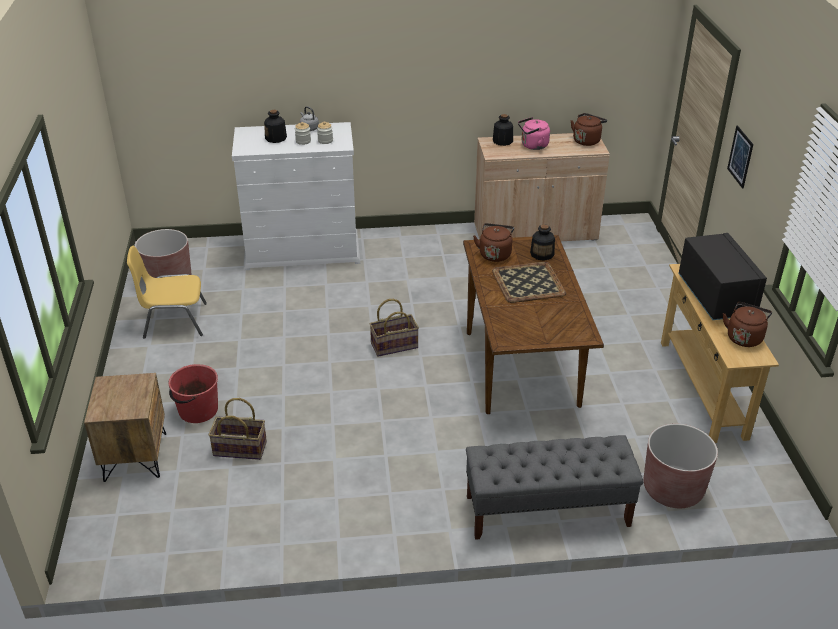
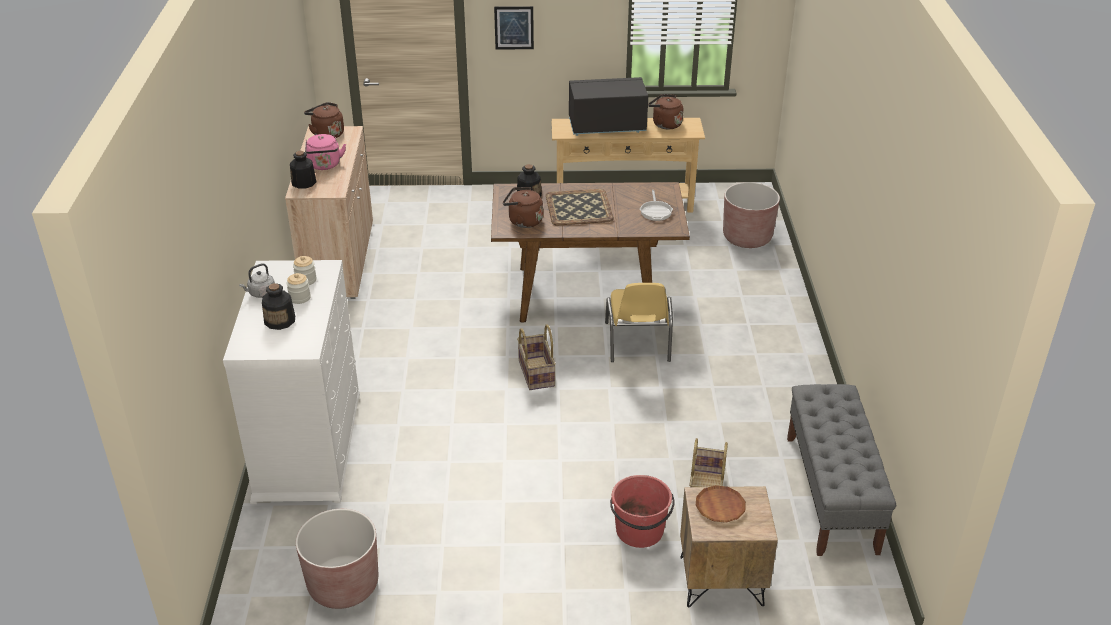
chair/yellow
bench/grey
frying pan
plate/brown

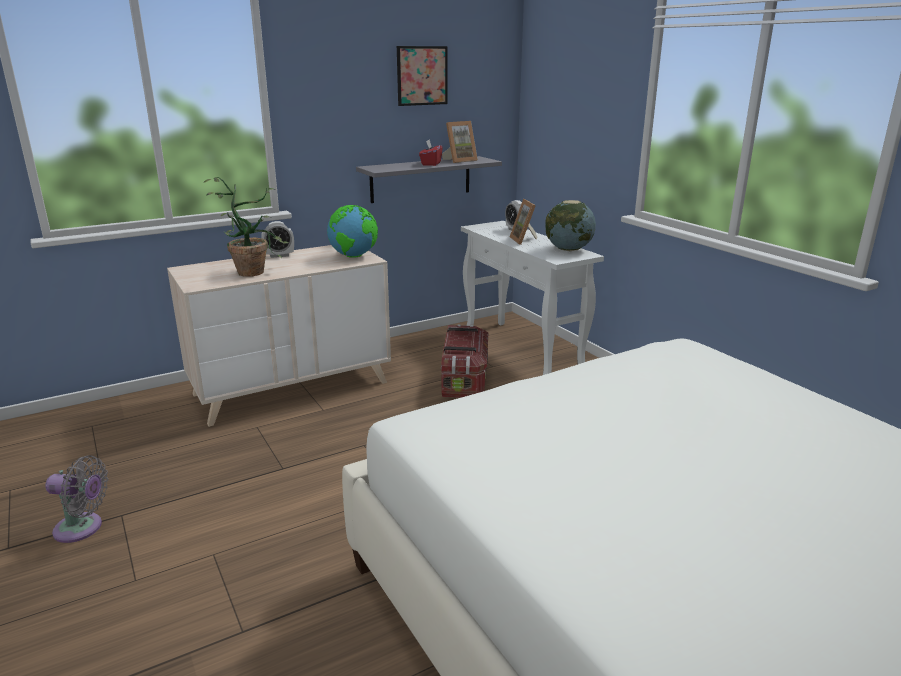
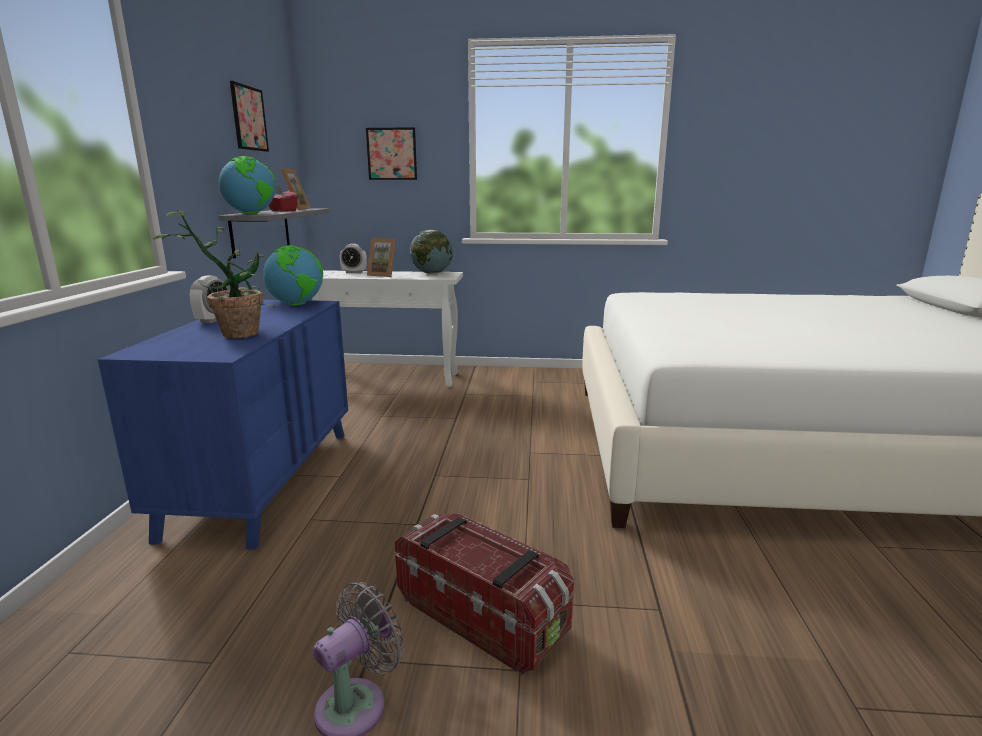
dresser/blue
storage box
globe (no. 1 from left)
picture (no. 2 from left)

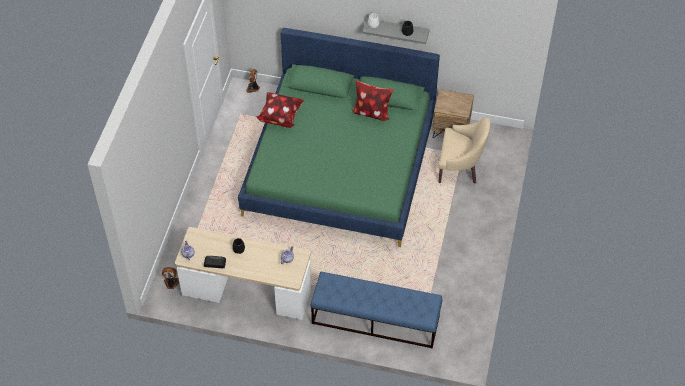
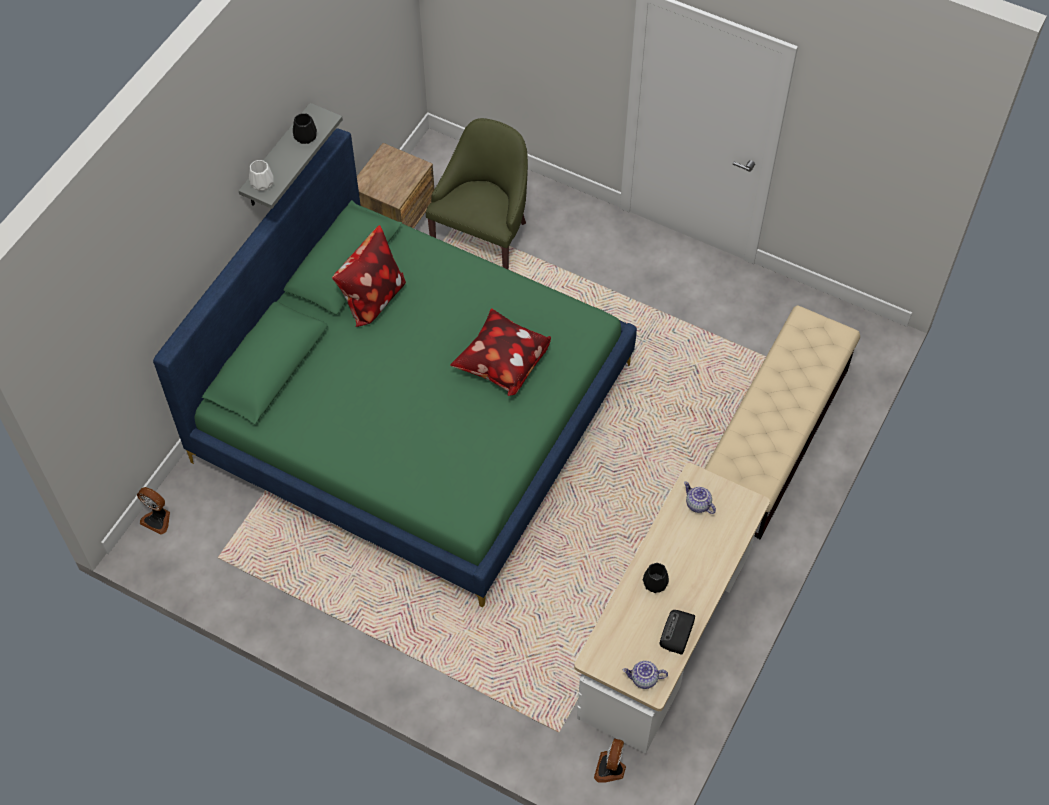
pillow (no. 2 from left)
bench/beige
armchair/green

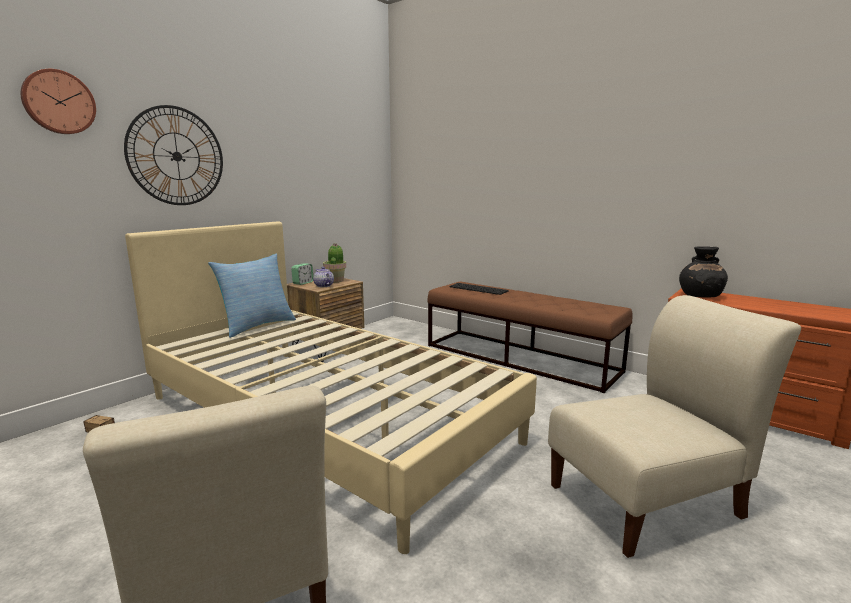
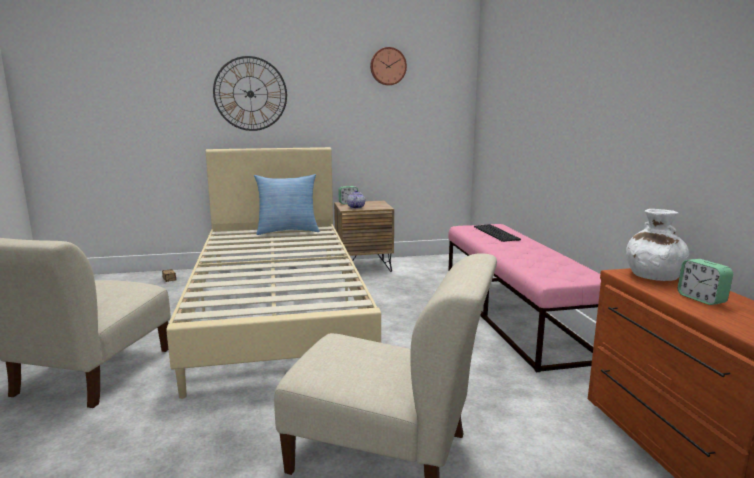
wall clock (no. 2 from left)
potted plant
bench/pink
vase/white
alarm clock (no. 2 from left)

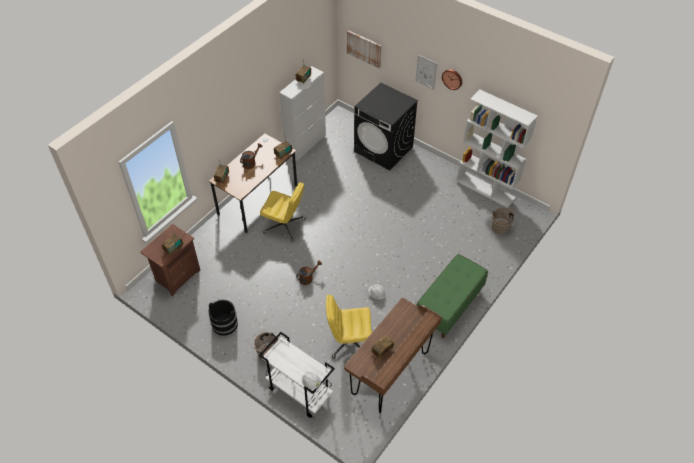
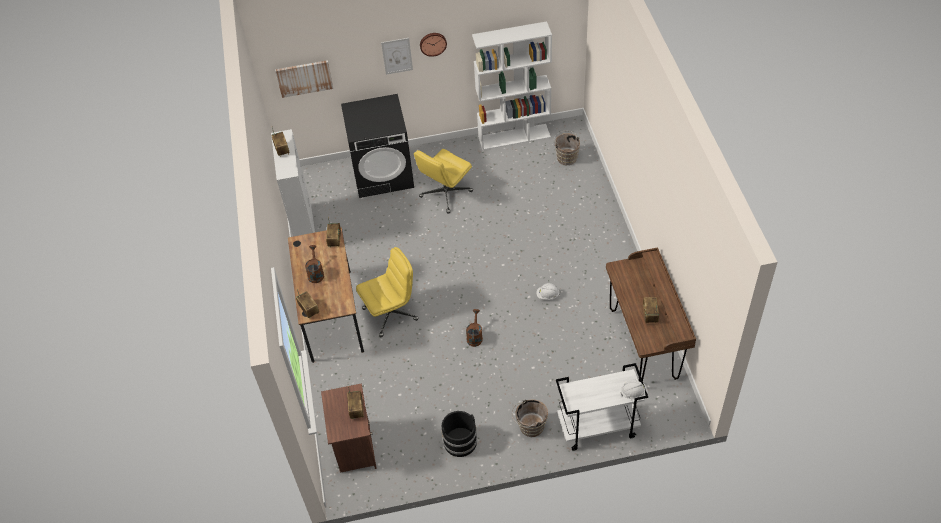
office chair/yellow (no. 2 from left)
bench/green

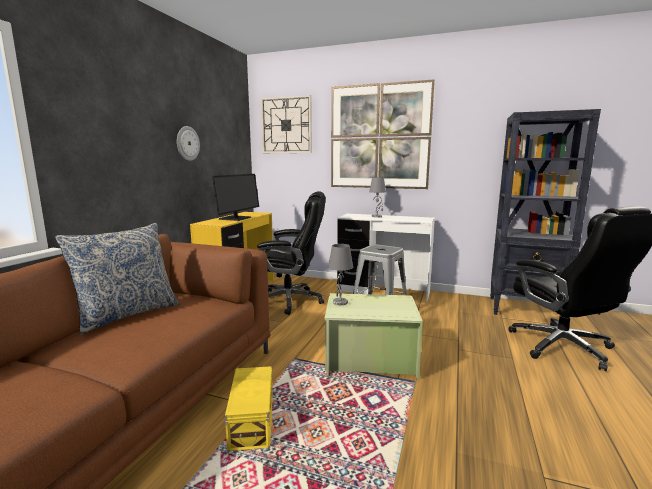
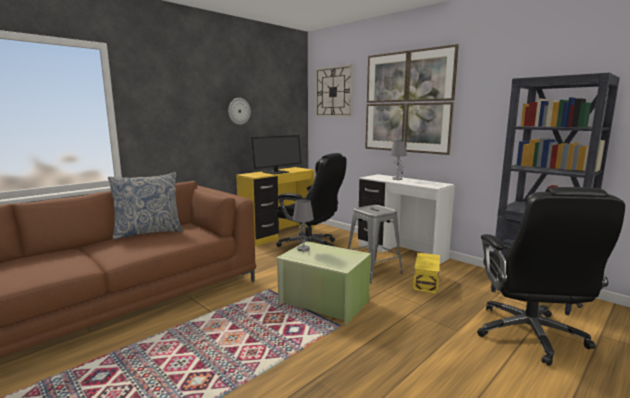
storage box/yellow

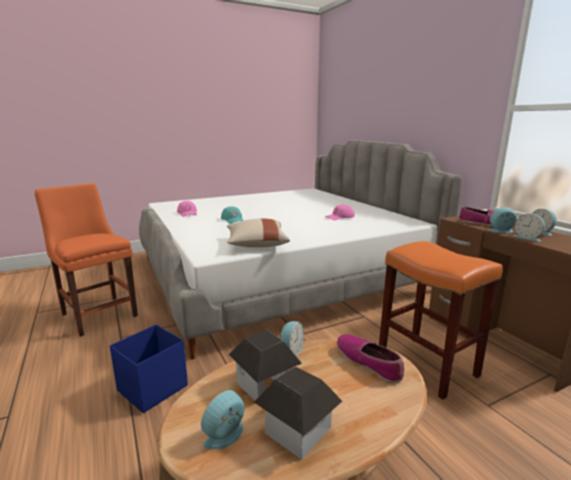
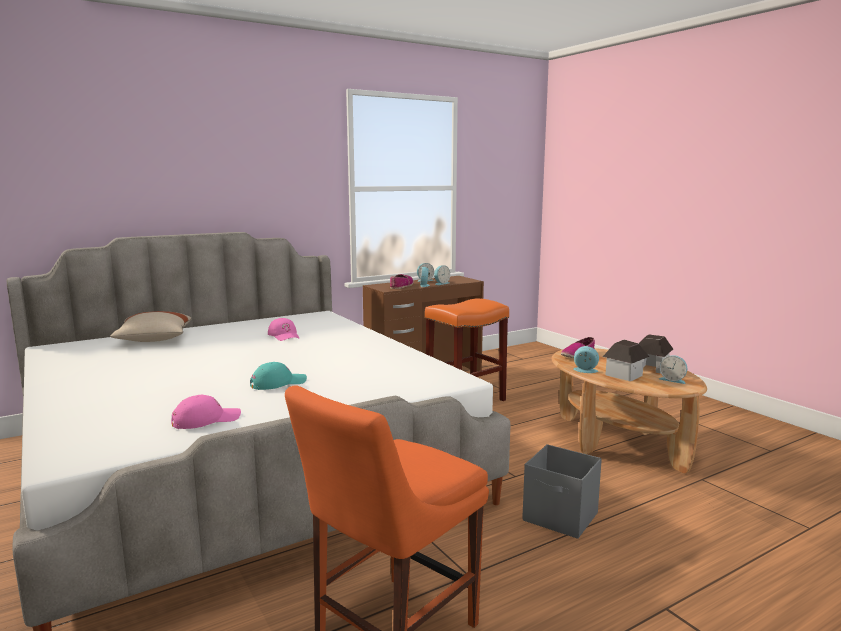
storage box/grey
pillow/beige

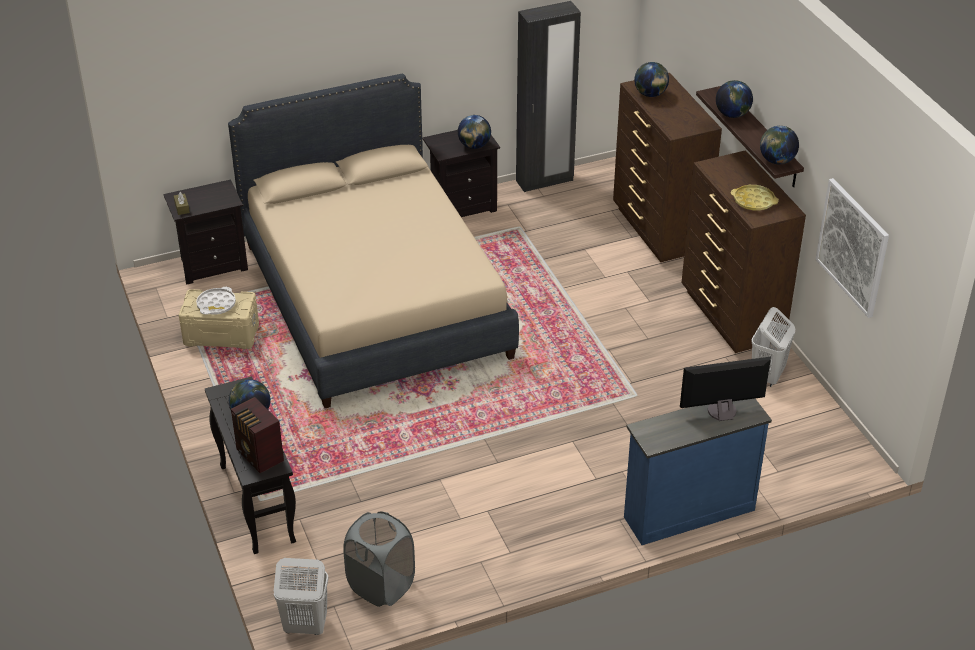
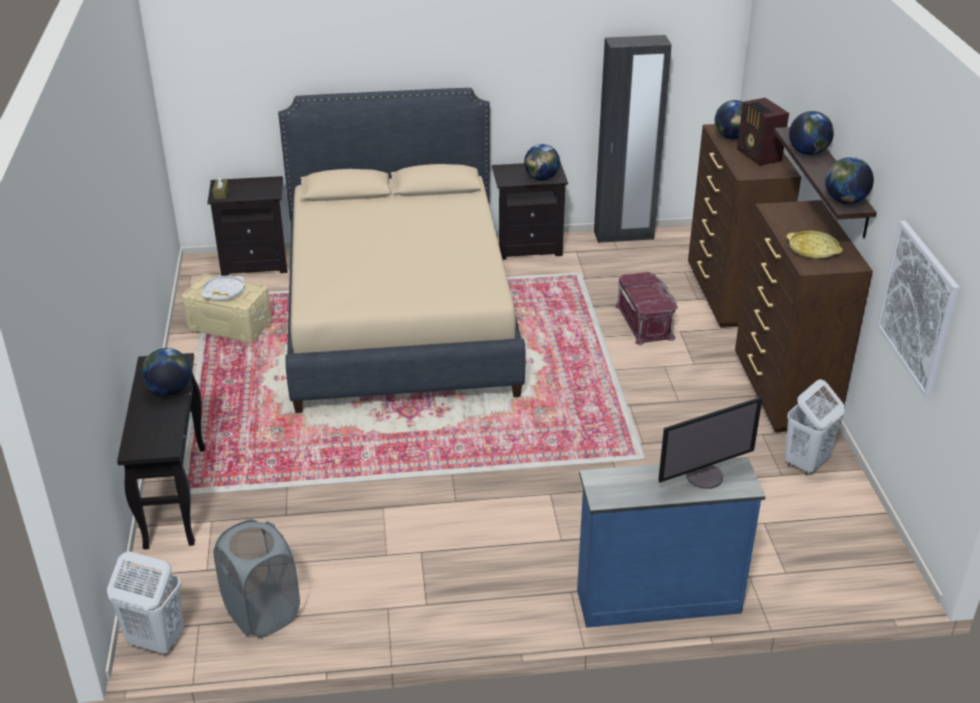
radio
monitor
storage box/red

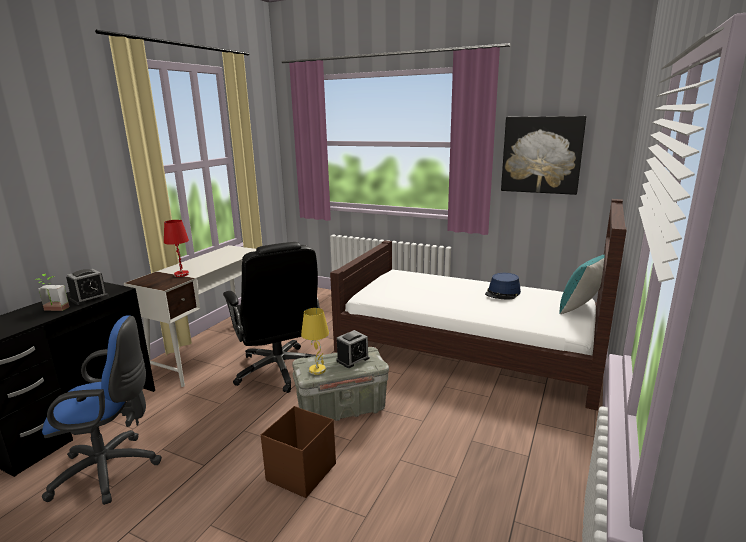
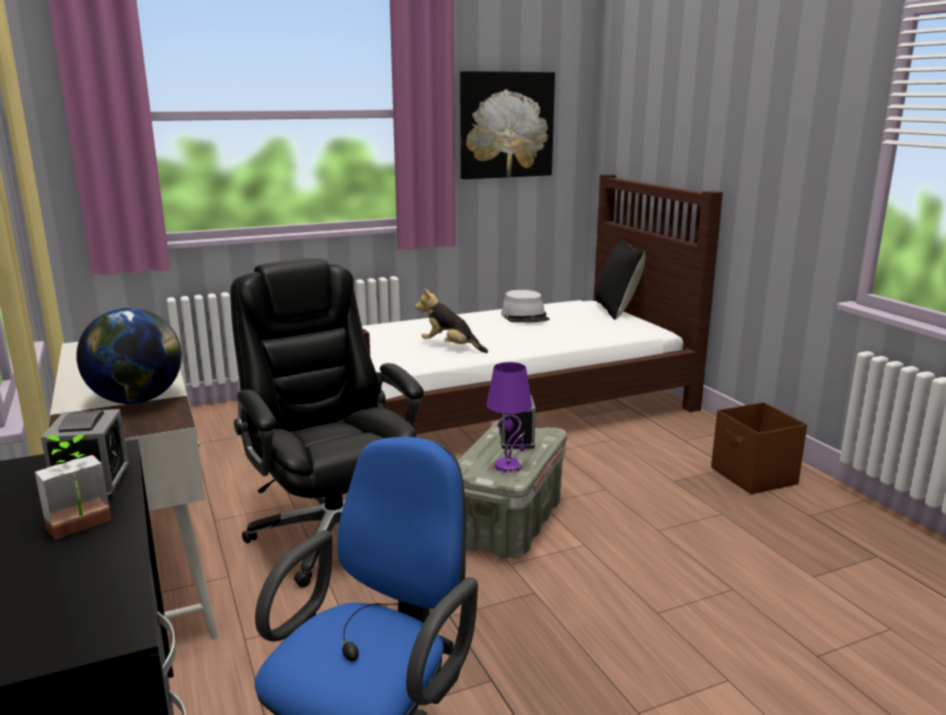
globe
office chair/black
storage box/brown
table lamp/purple
hat/grey
pillow/black
plush toy

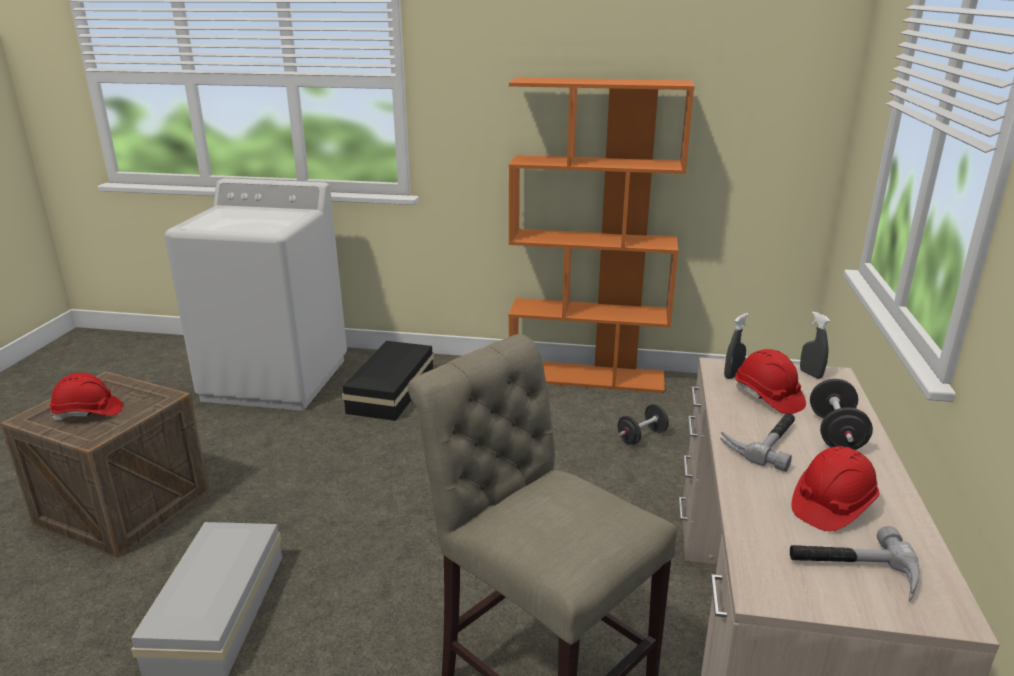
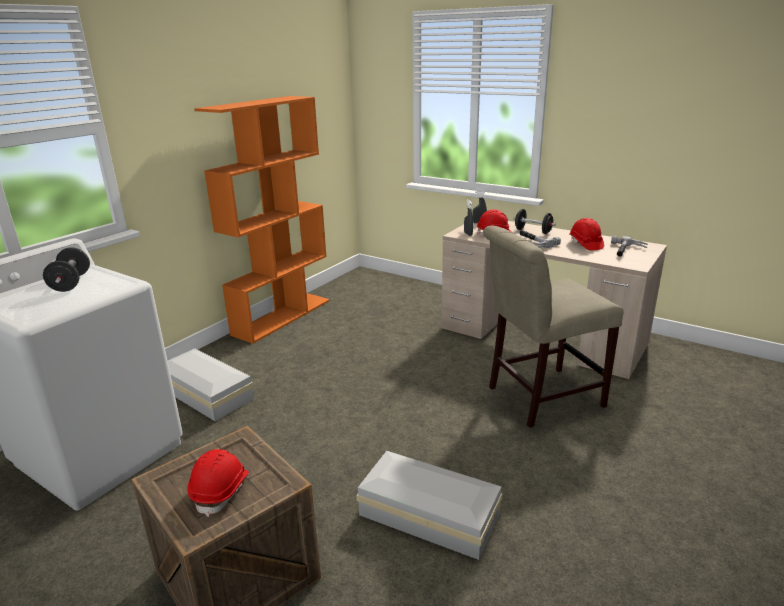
storage box/white (no. 1 from left)
dumbbell/black (no. 1 from left)

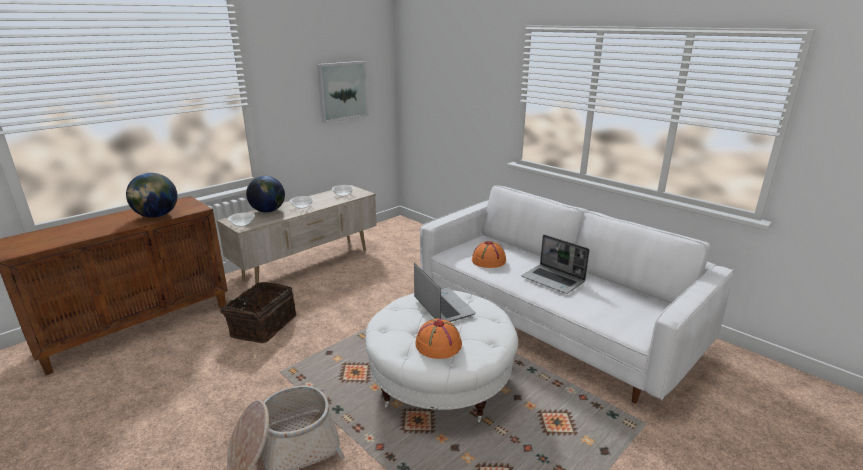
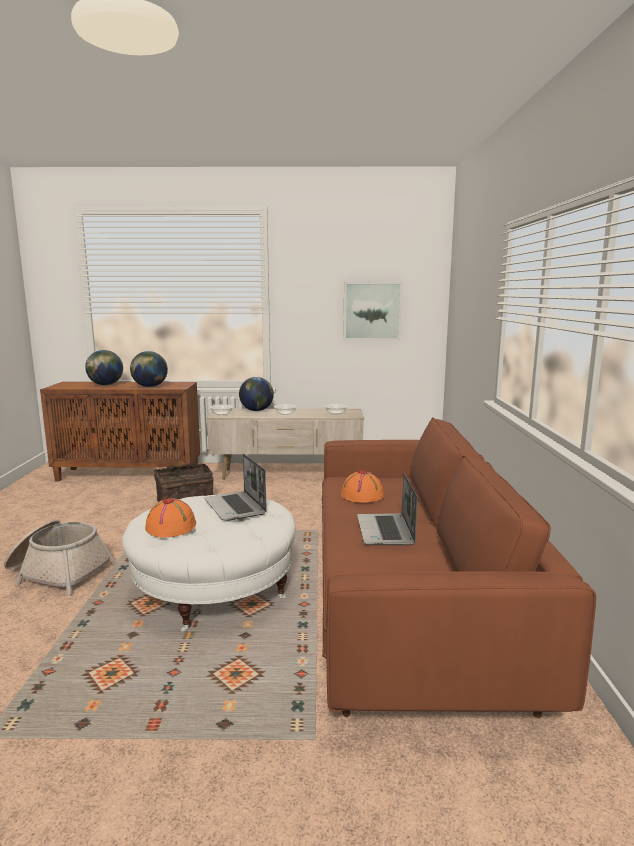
laptop (no. 1 from left)
sofa/brown
globe (no. 1 from left)

